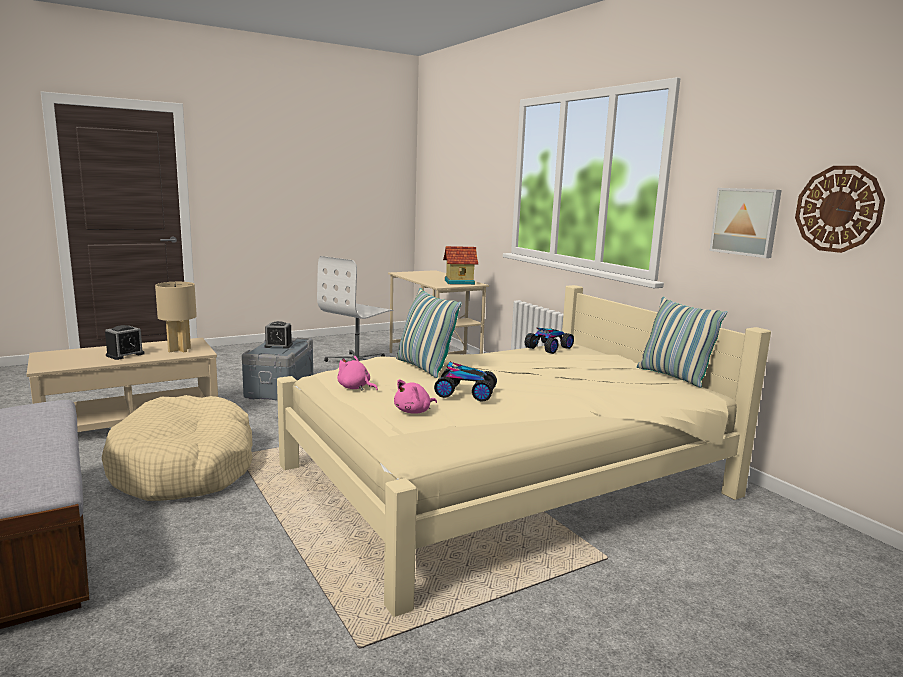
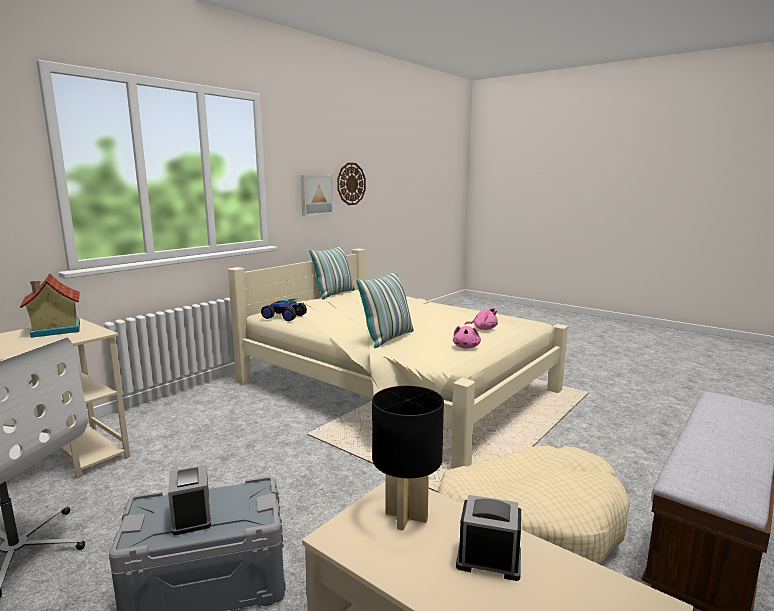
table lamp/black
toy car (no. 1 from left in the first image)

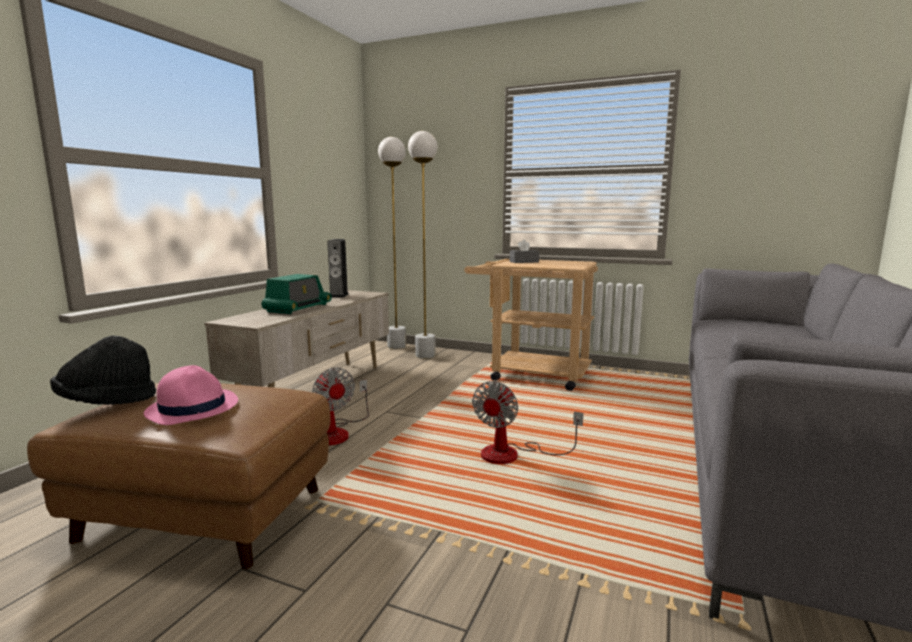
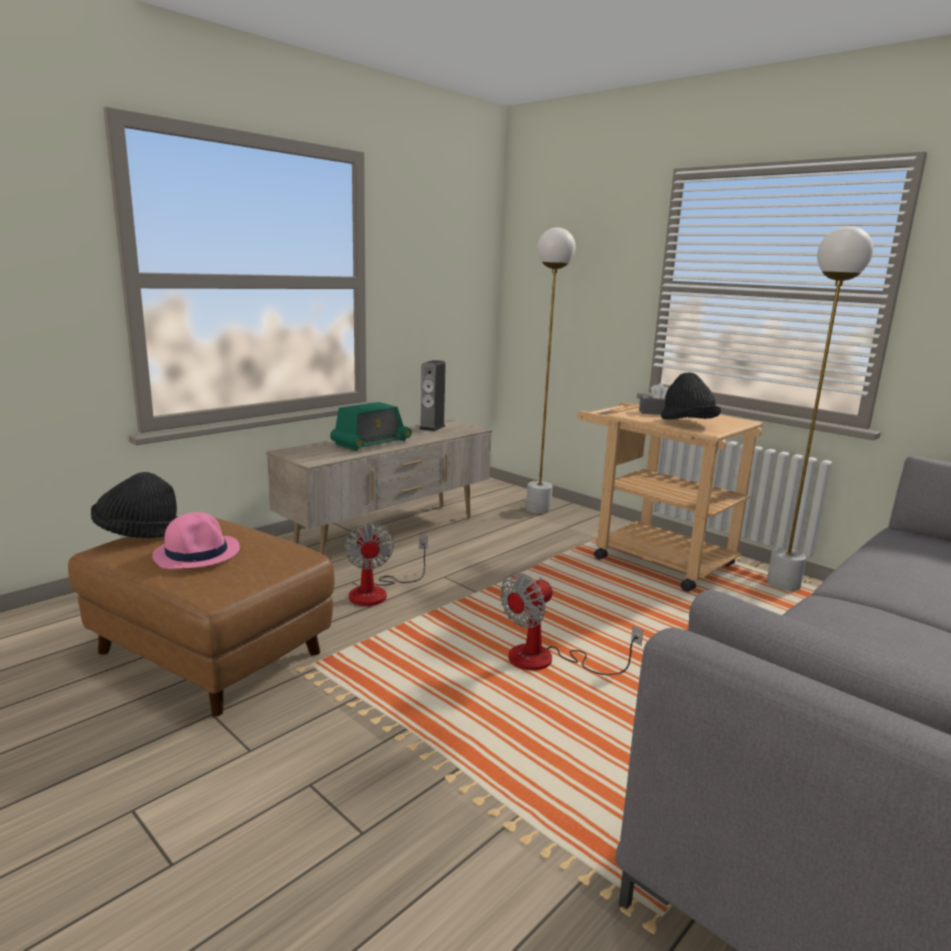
floor lamp/white (no. 2 from left)
hat/black (no. 2 from left)

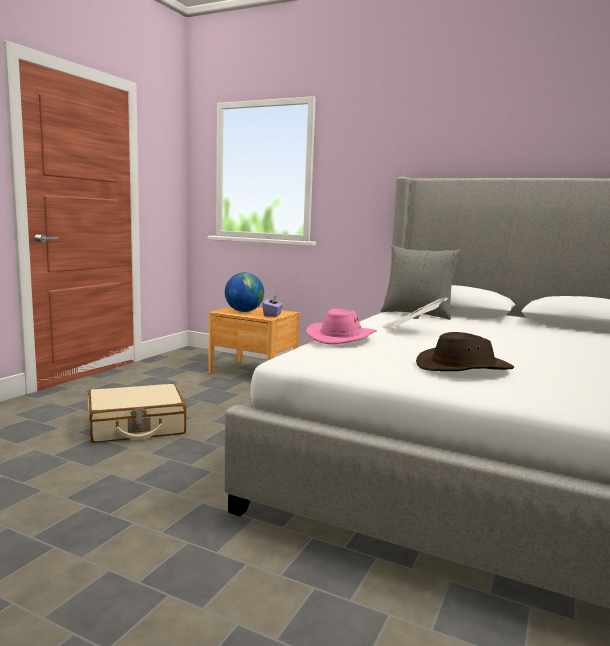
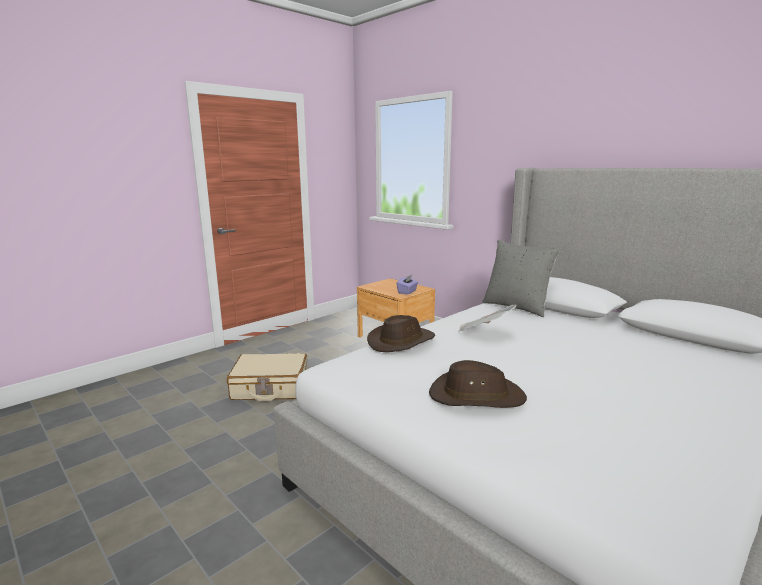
globe
hat/brown (no. 1 from left)

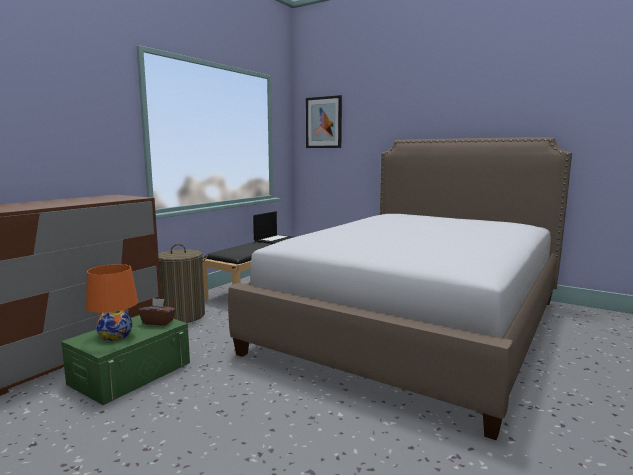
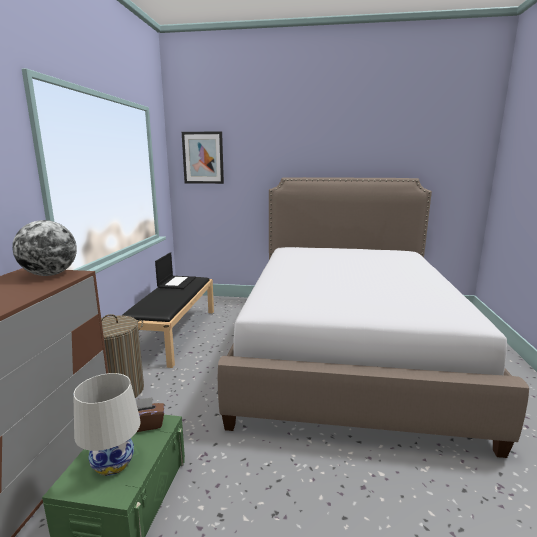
table lamp/white
globe

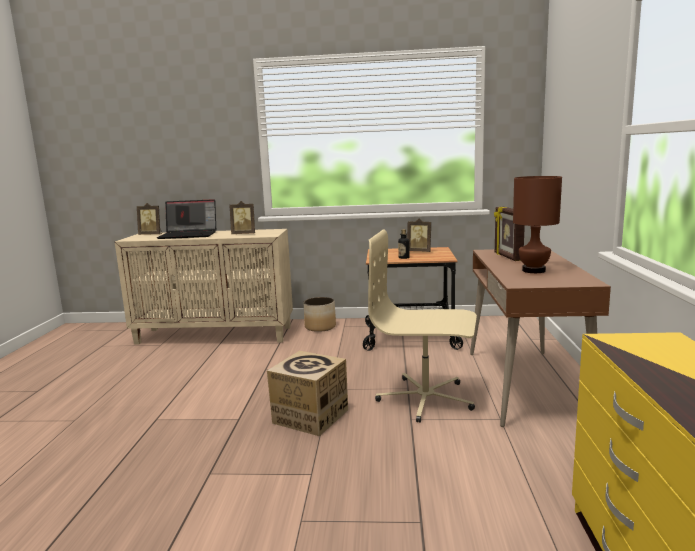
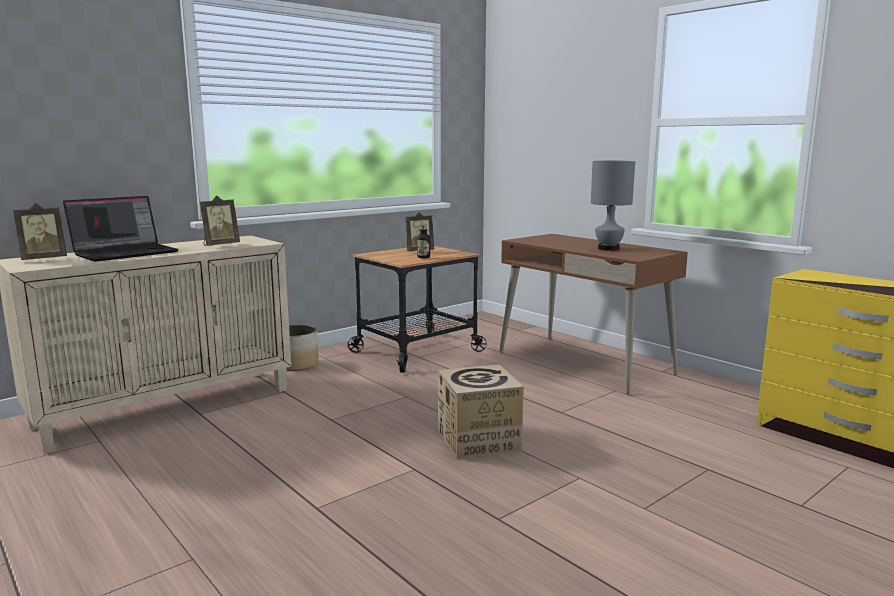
office chair/beige
picture frame (no. 4 from left in the first image)
table lamp/grey

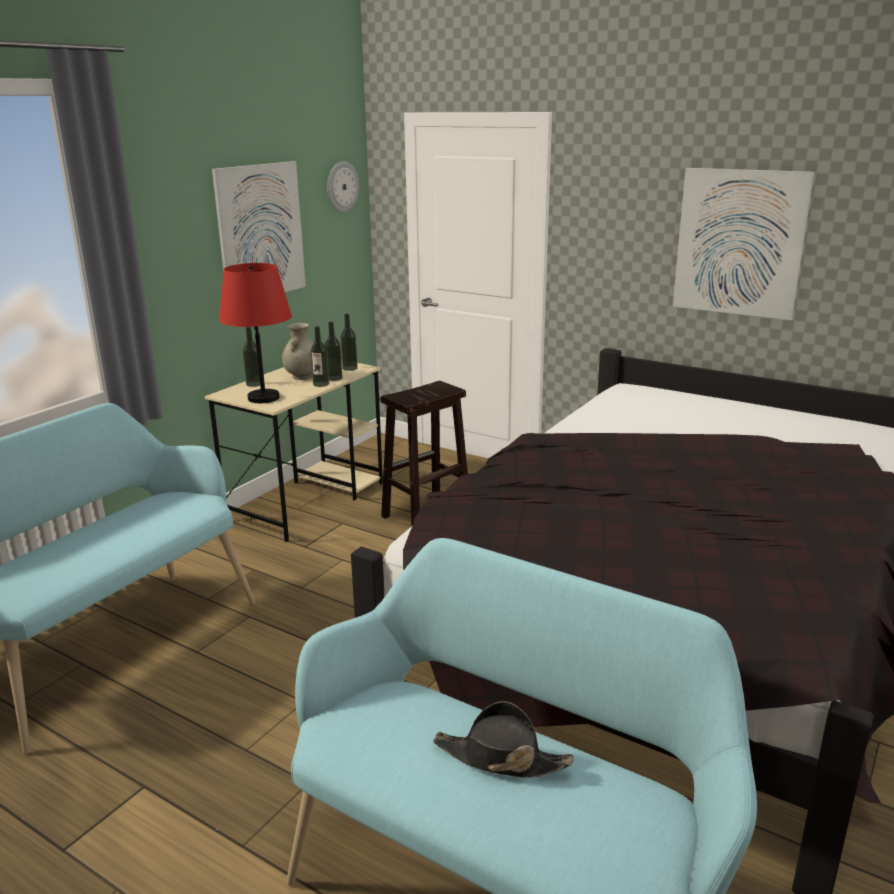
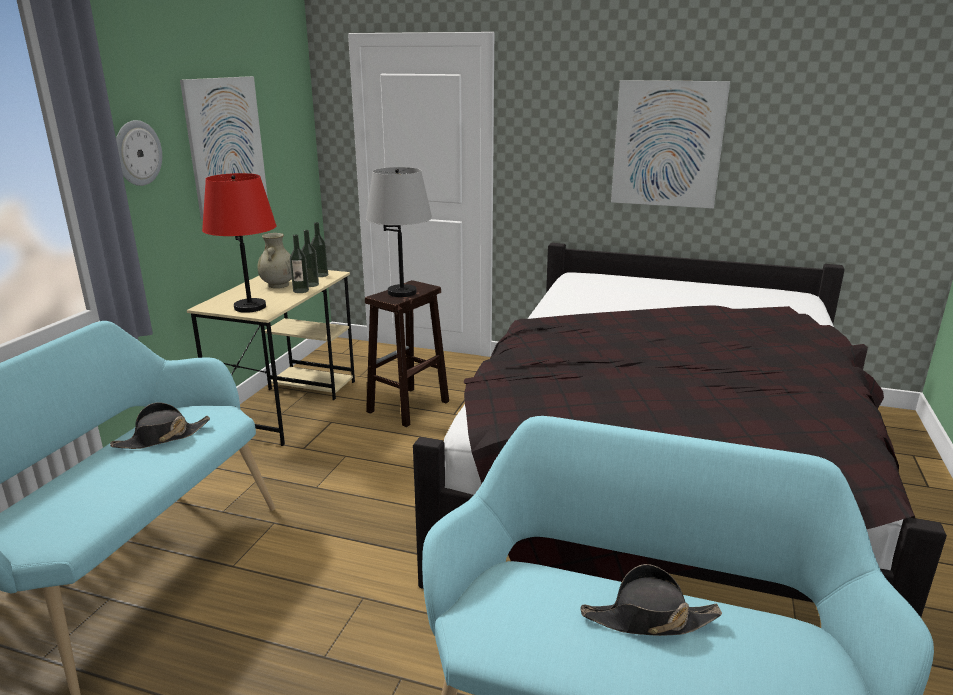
bottle (no. 1 from left in the first image)
wall clock
hat/black (no. 1 from left)
table lamp/grey

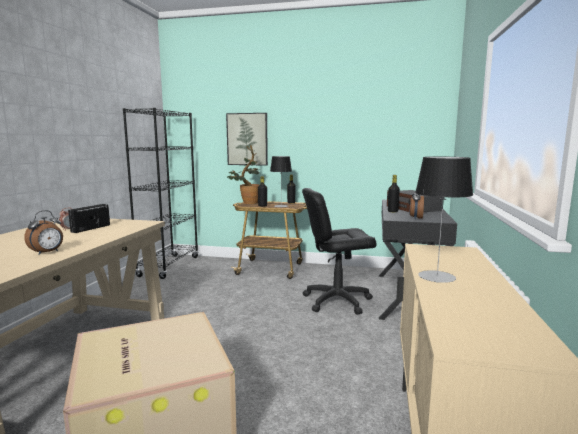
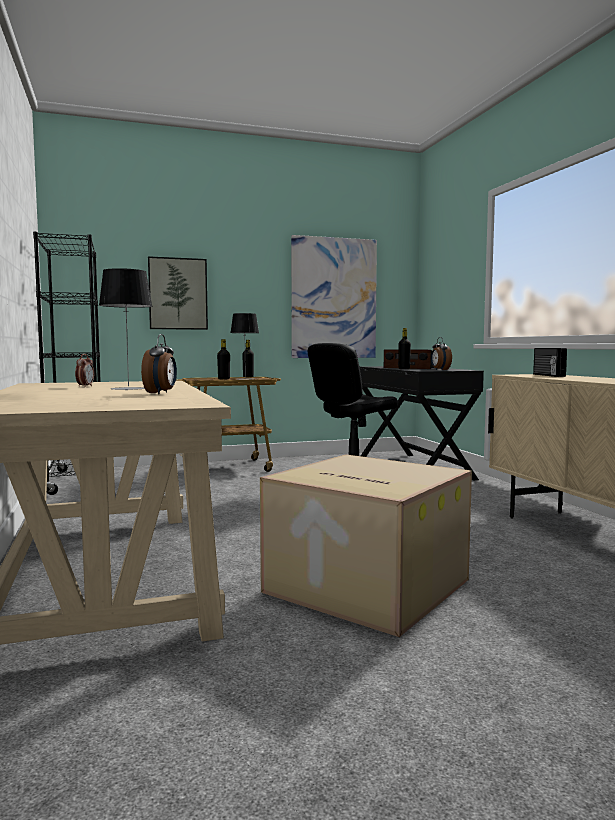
radio (no. 2 from left)
potted plant
table lamp (no. 1 from left)
picture (no. 2 from left)

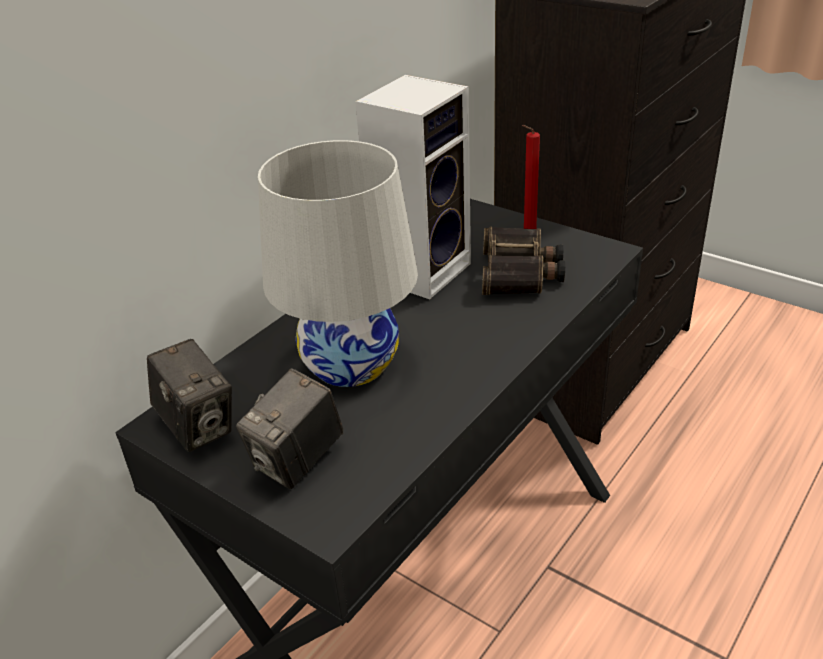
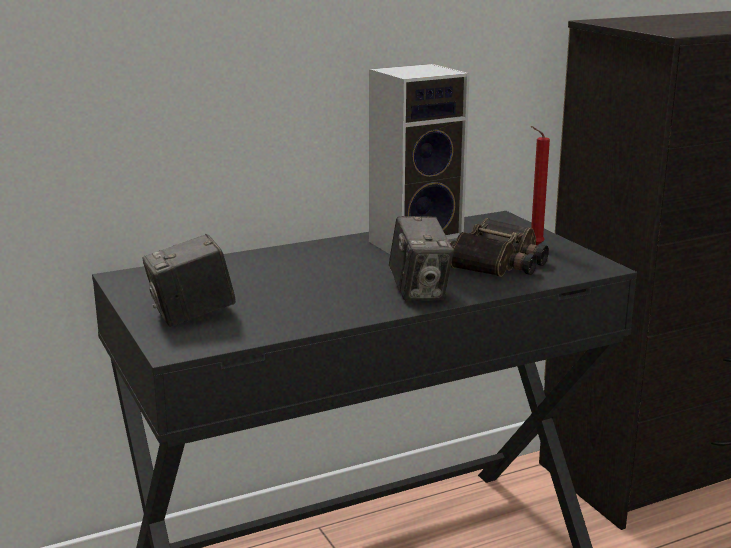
photo camera (no. 2 from left)
table lamp/white

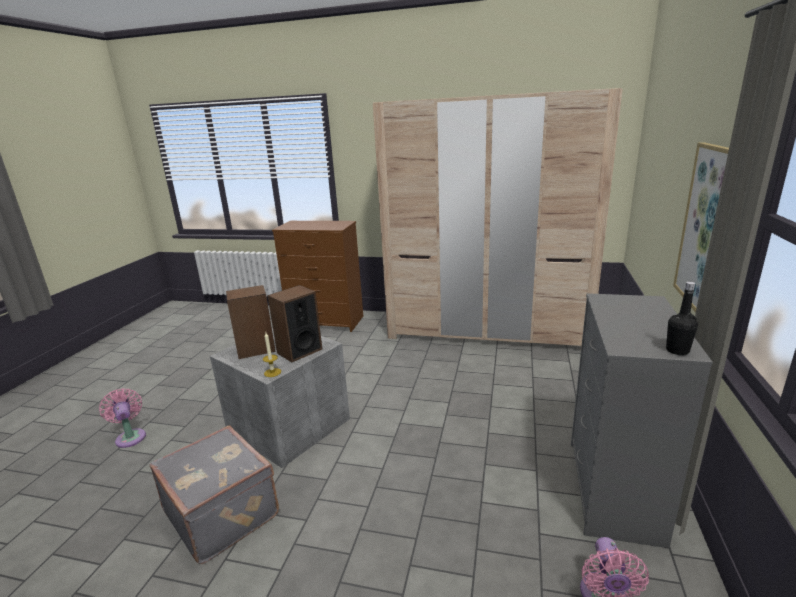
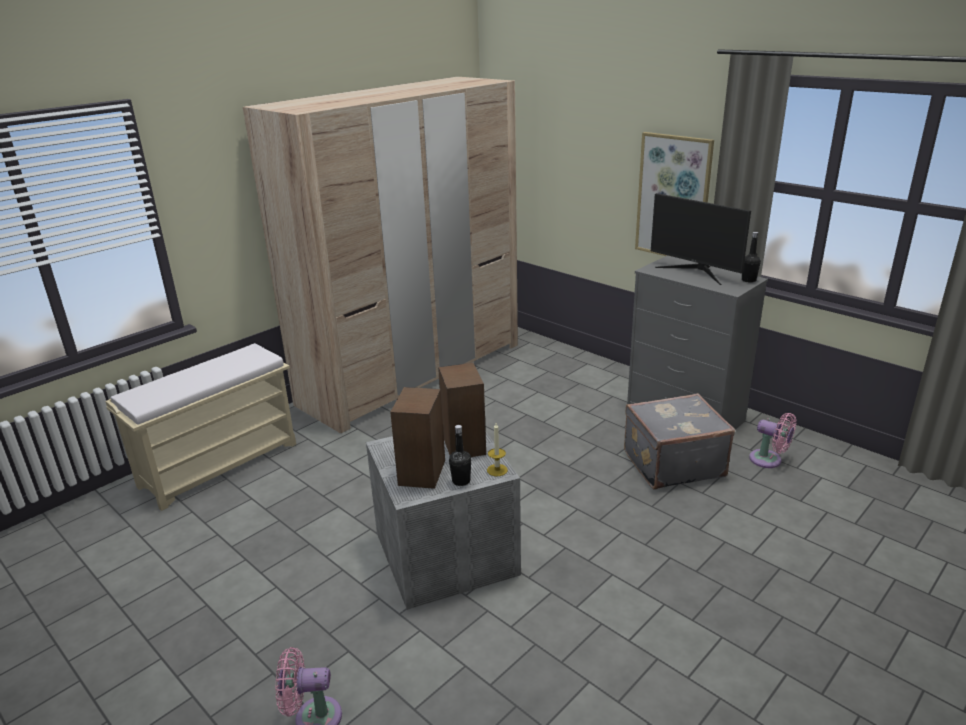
suitcase/grey
bench/beige
bottle/black (no. 1 from left)
monitor

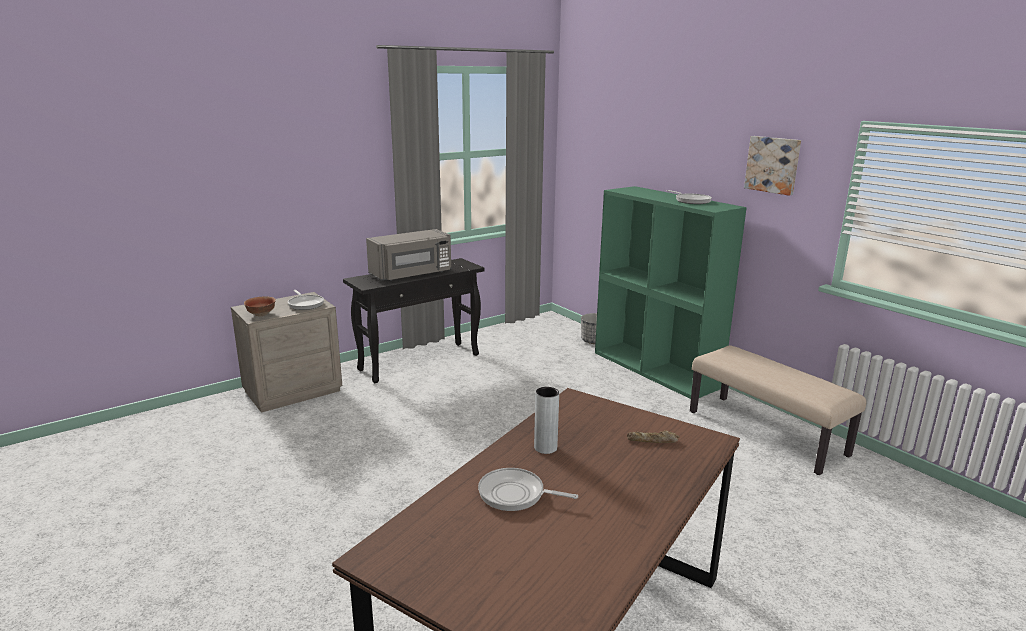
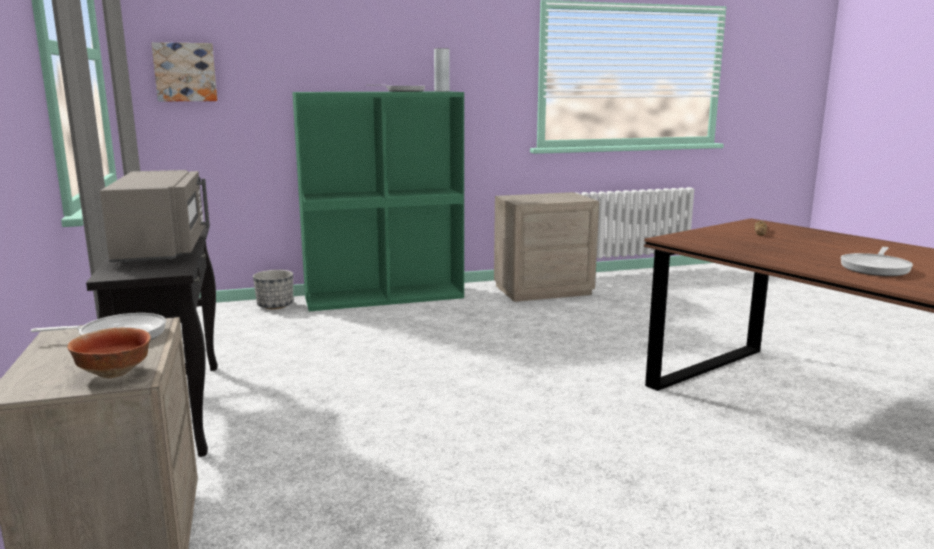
vase/grey
nightstand/beige (no. 2 from left)
picture

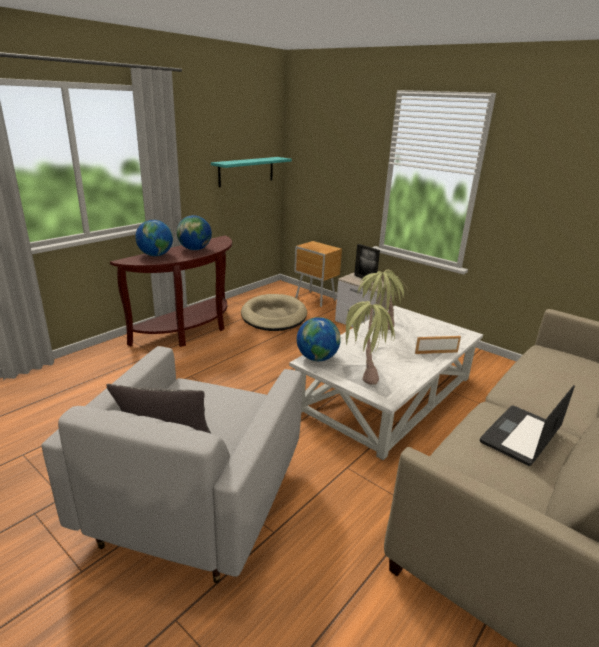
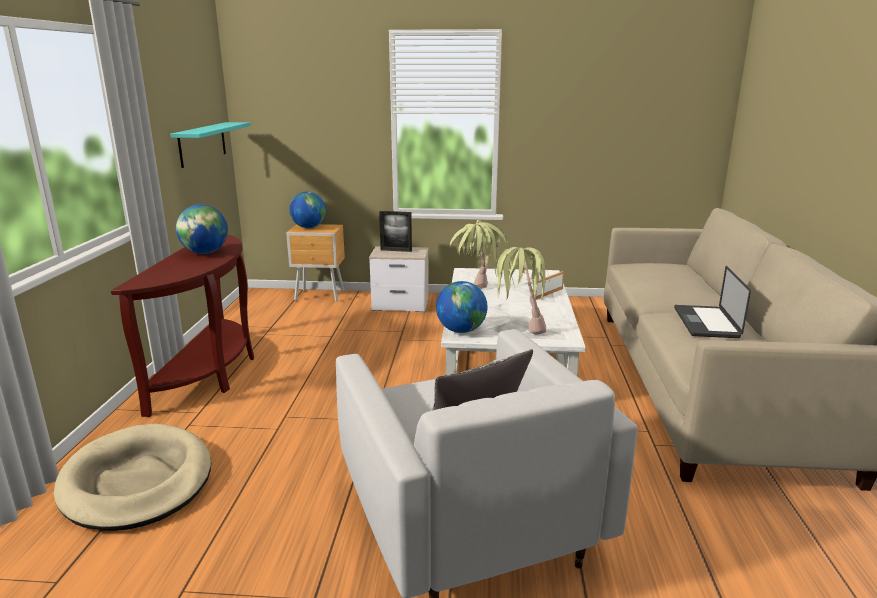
globe (no. 2 from left)
dog bed/beige

